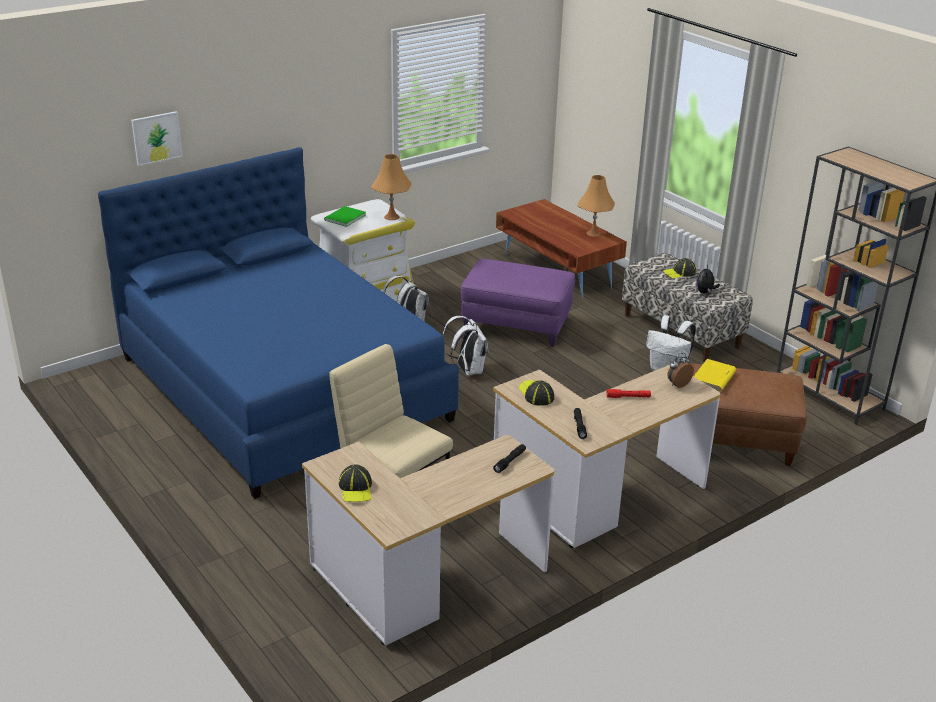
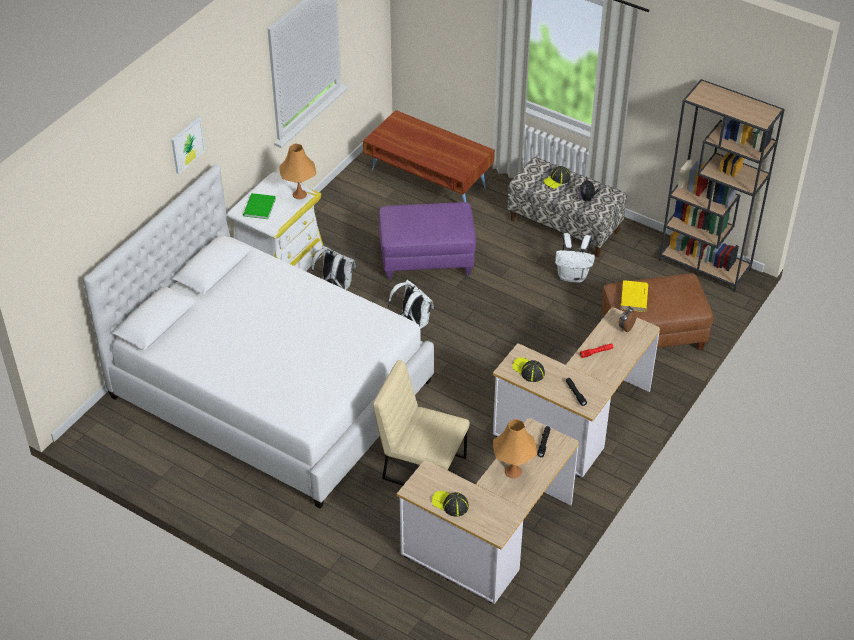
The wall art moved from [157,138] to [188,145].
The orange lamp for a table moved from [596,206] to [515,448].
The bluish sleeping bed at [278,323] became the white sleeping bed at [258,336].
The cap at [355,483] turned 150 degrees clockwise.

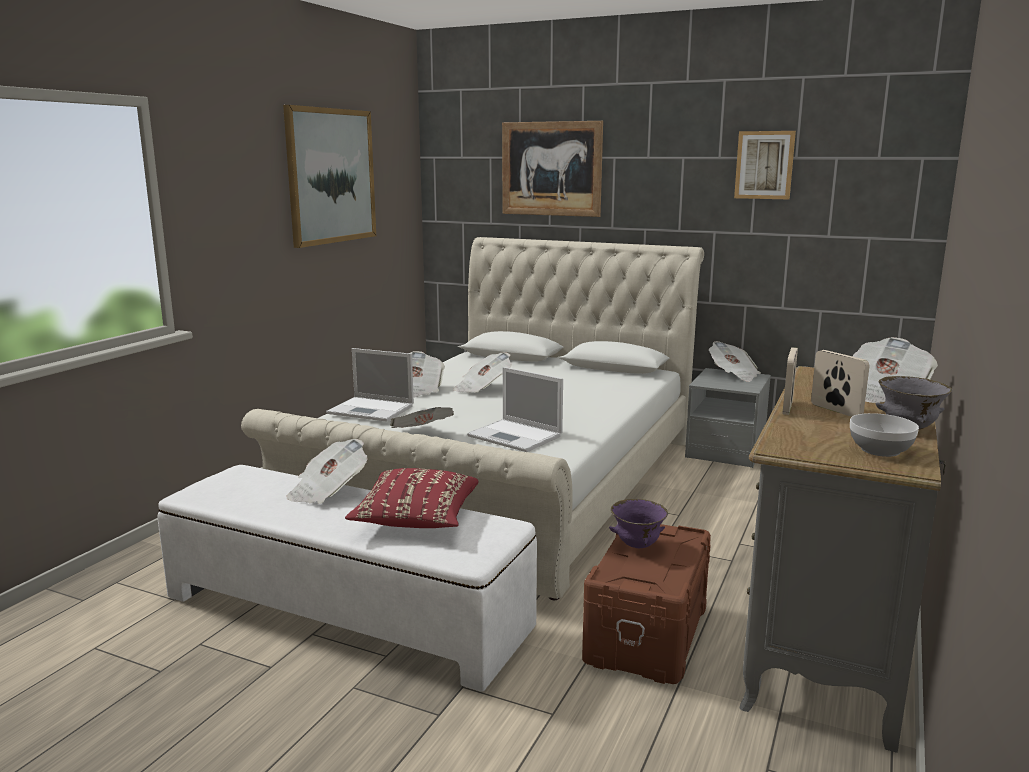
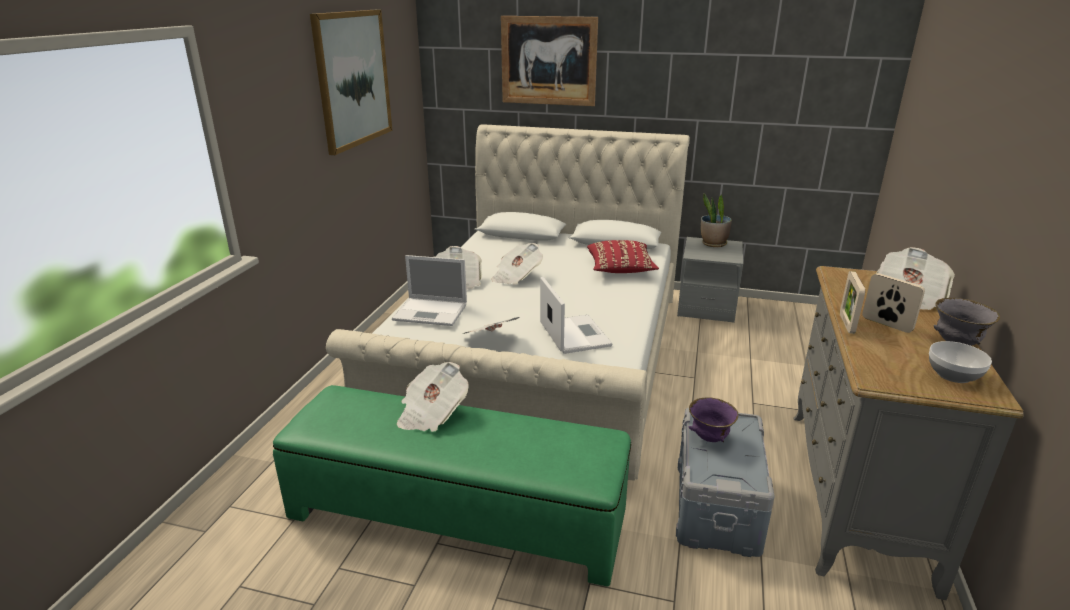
The wall art at [765,165] disappeared.
The reddish pillow moved from [412,498] to [623,256].
The newspaper at [735,361] was replaced by the plant in a pot at [716,220].
The white bench at [347,578] became the green-coloured bench at [452,486].
The brown storage container at [646,604] became the gray storage container at [725,482].
The laptop at [515,409] turned 135 degrees counterclockwise.

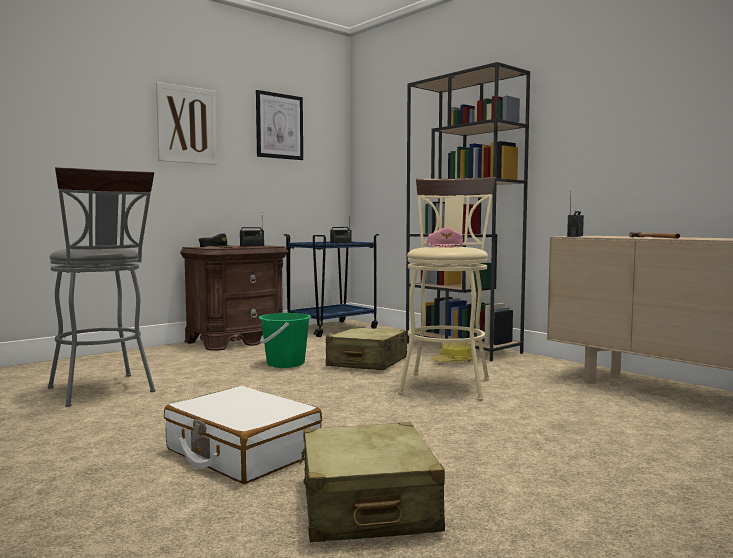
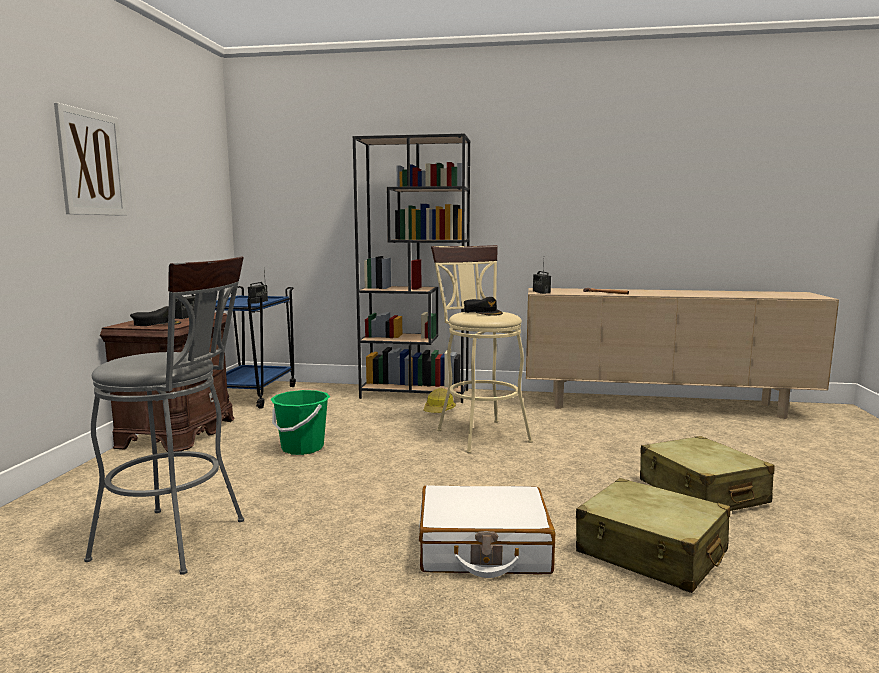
The wall art at [279,125] disappeared.
The sand-coloured travel case moved from [366,348] to [707,473].
The pink-coloured cap at [445,238] became the black-coloured cap at [483,306].

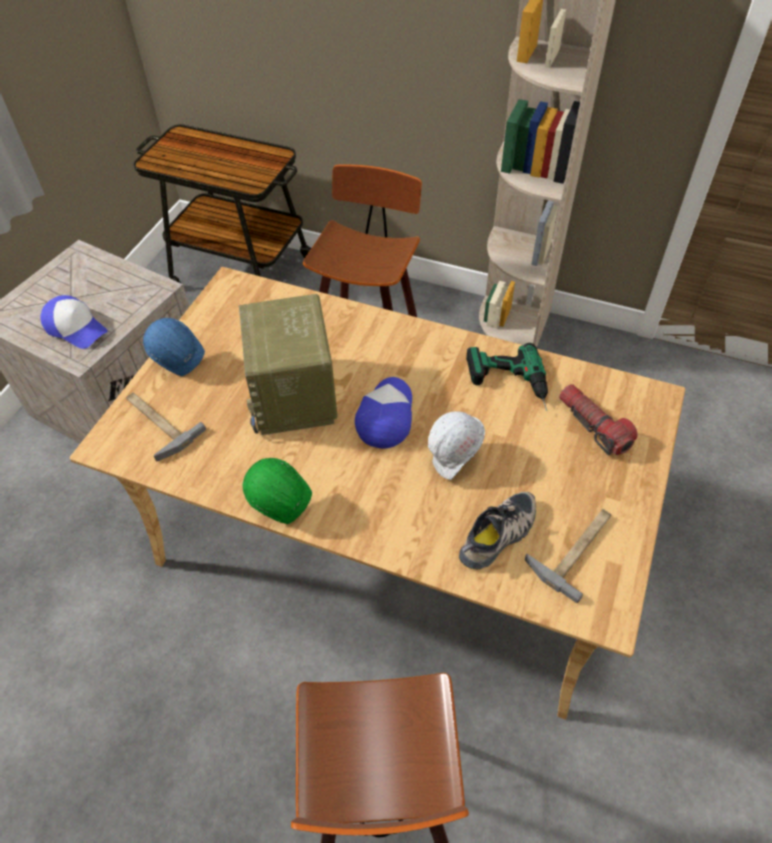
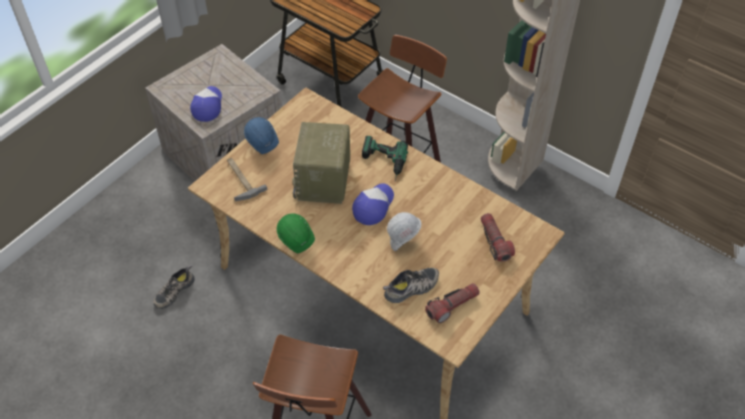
The shoe at [173,287] appeared.
The drill moved from [507,377] to [385,158].
The tool hammer at [568,556] was replaced by the torch at [452,303].
The cap at [74,322] turned 135 degrees counterclockwise.

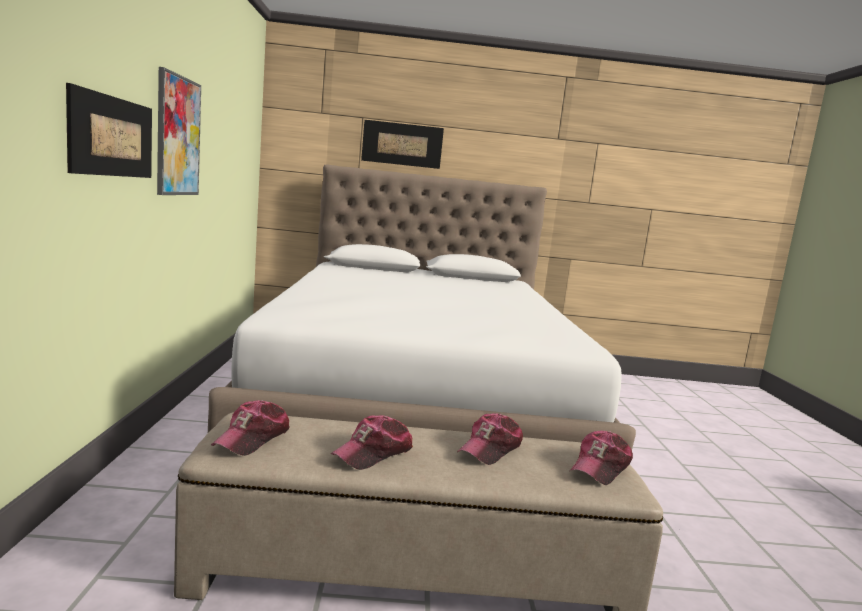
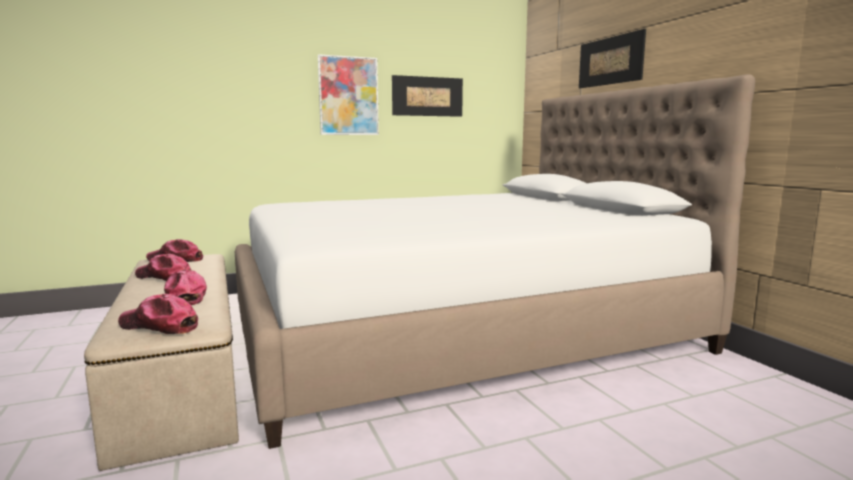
The wall art moved from [109,130] to [427,96].
The cap at [490,439] turned 45 degrees clockwise.

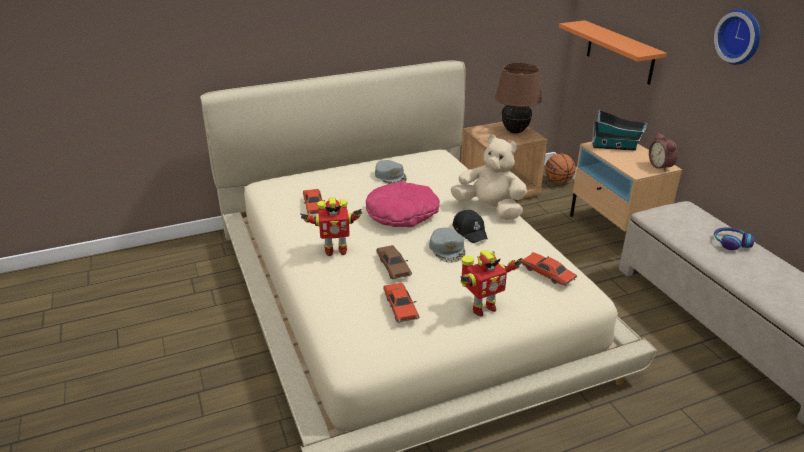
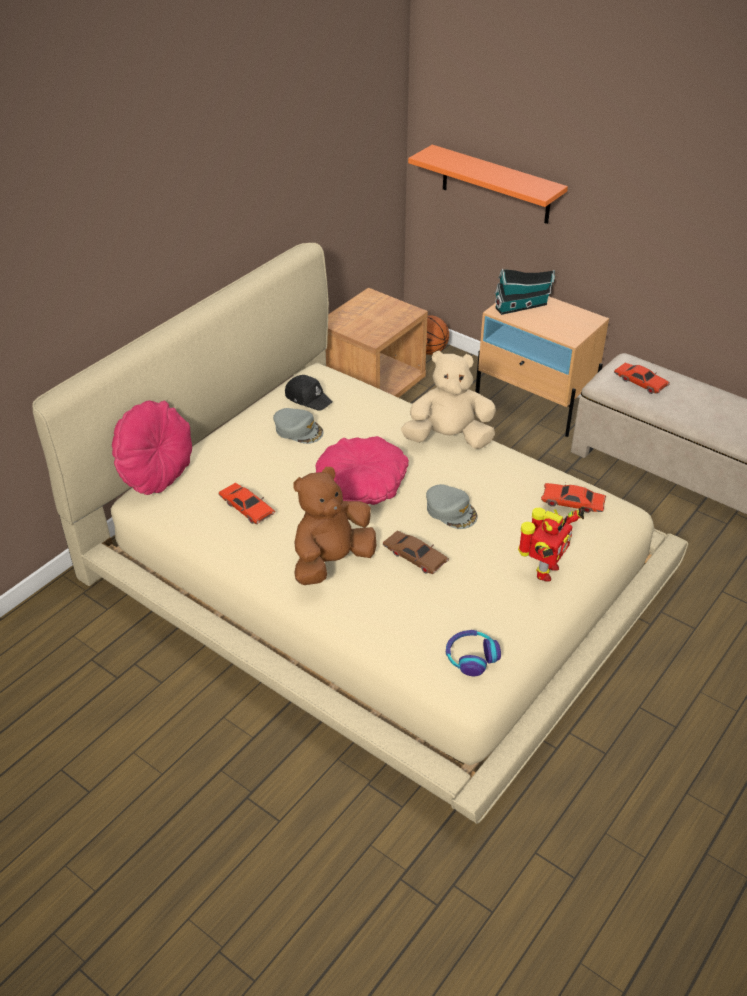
The brown lamp for a table at [518,98] disappeared.
The bedside clock at [663,152] disappeared.
The wall clock at [737,37] disappeared.
The pink-coloured pillow at [152,448] appeared.
The reddish toy car moved from [401,303] to [642,378].
The black-coloured cap moved from [470,226] to [309,393].
The headphones moved from [734,238] to [473,653].
The robot figure at [331,226] was replaced by the brown soft toy at [335,526].

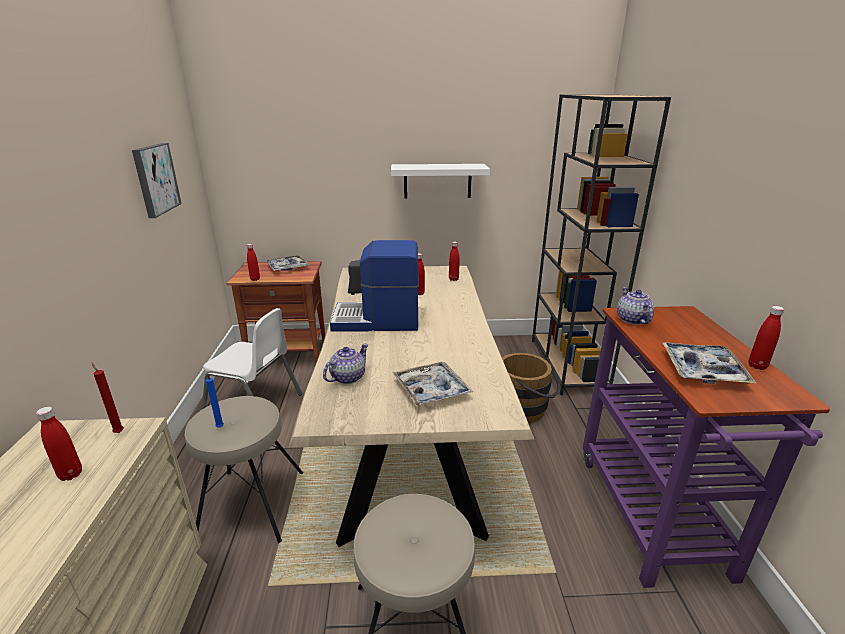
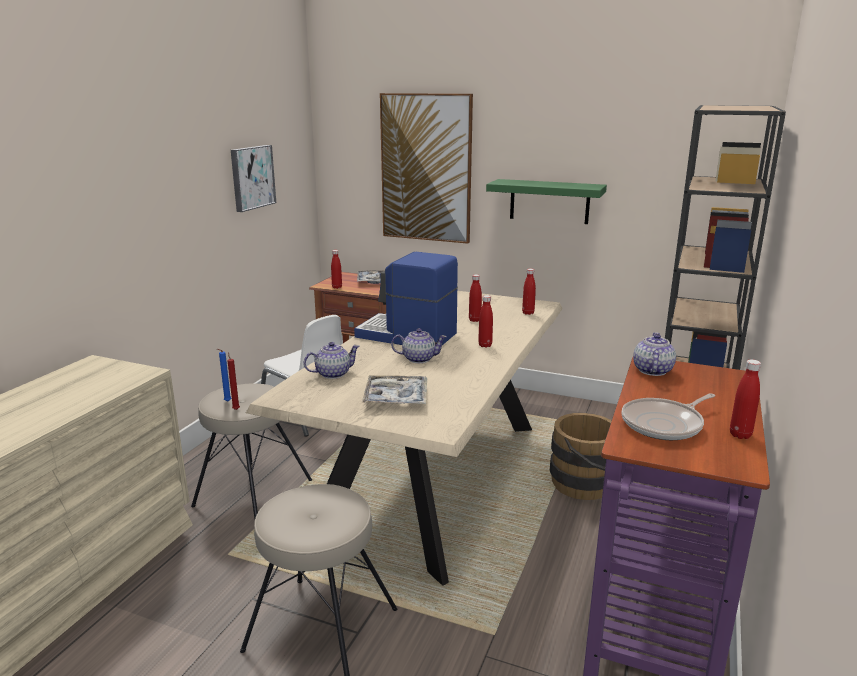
The wall art at [426,168] appeared.
The pot for tea at [419,345] appeared.
The reddish bottle moved from [59,444] to [485,321].
The reddish candle moved from [107,397] to [234,381].
The tray at [709,363] was replaced by the skillet at [668,416].
The white bracket shelf at [440,181] became the green-coloured bracket shelf at [546,201].

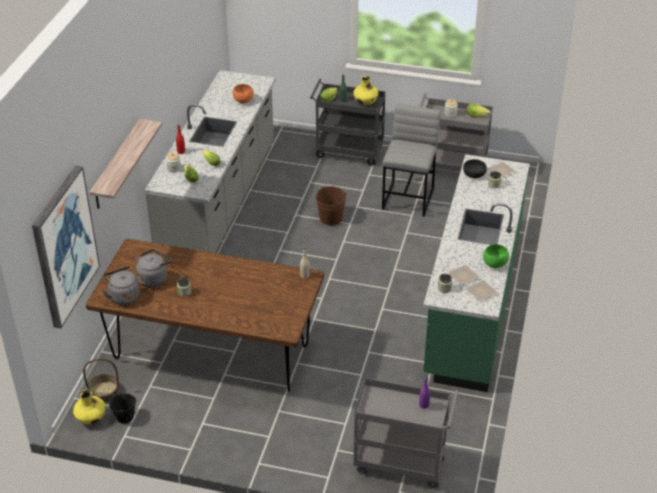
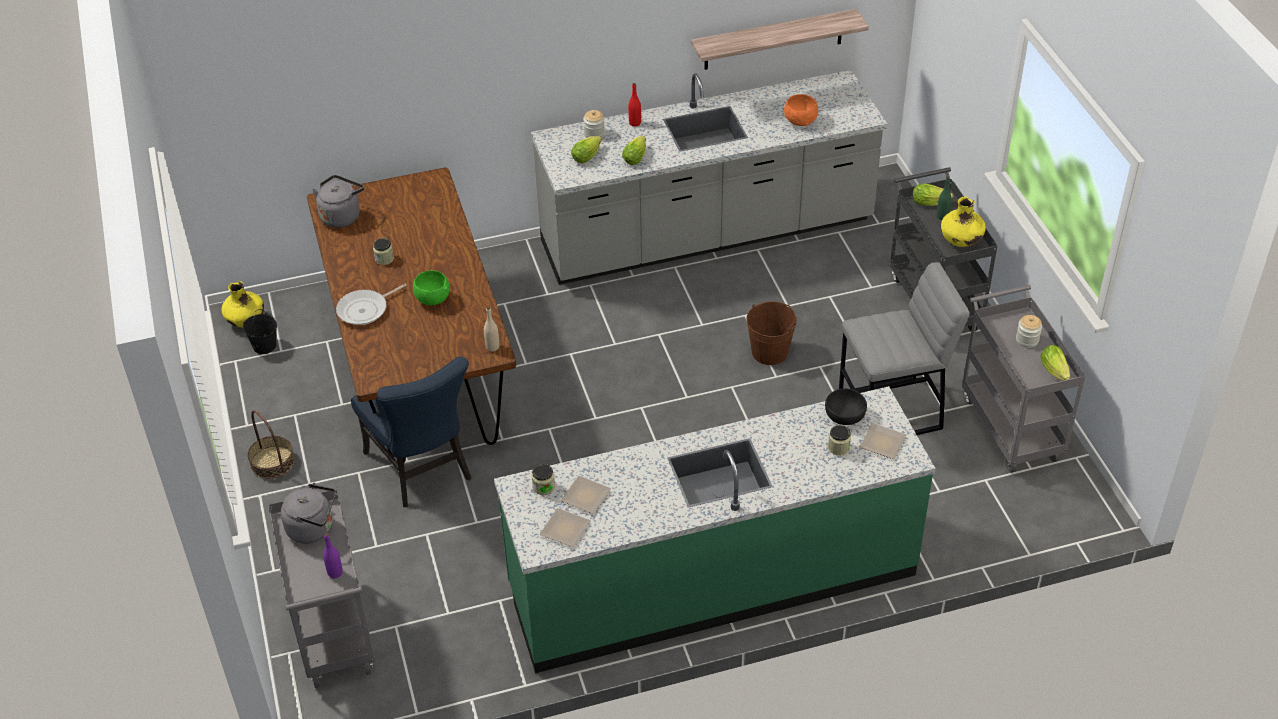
The wall art at [66,247] disappeared.
The skillet at [371,304] appeared.
The bluish plain chair at [411,431] appeared.
The basket moved from [101,380] to [271,444].
The bracket shelf moved from [125,164] to [780,39].
The gray tea kettle moved from [153,268] to [308,513].
The green-coloured bowl moved from [496,256] to [431,288].

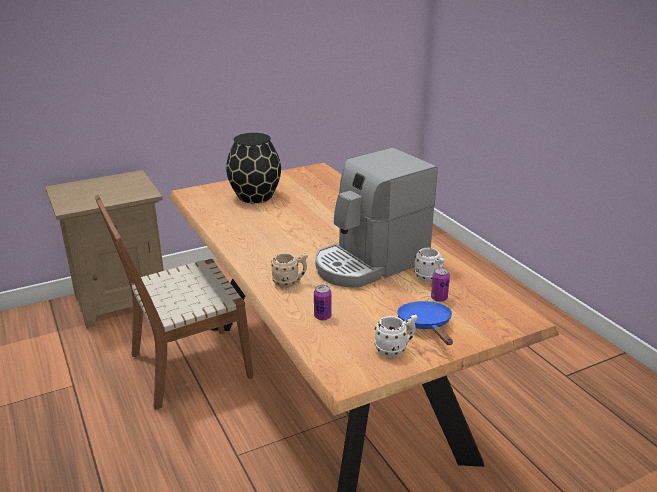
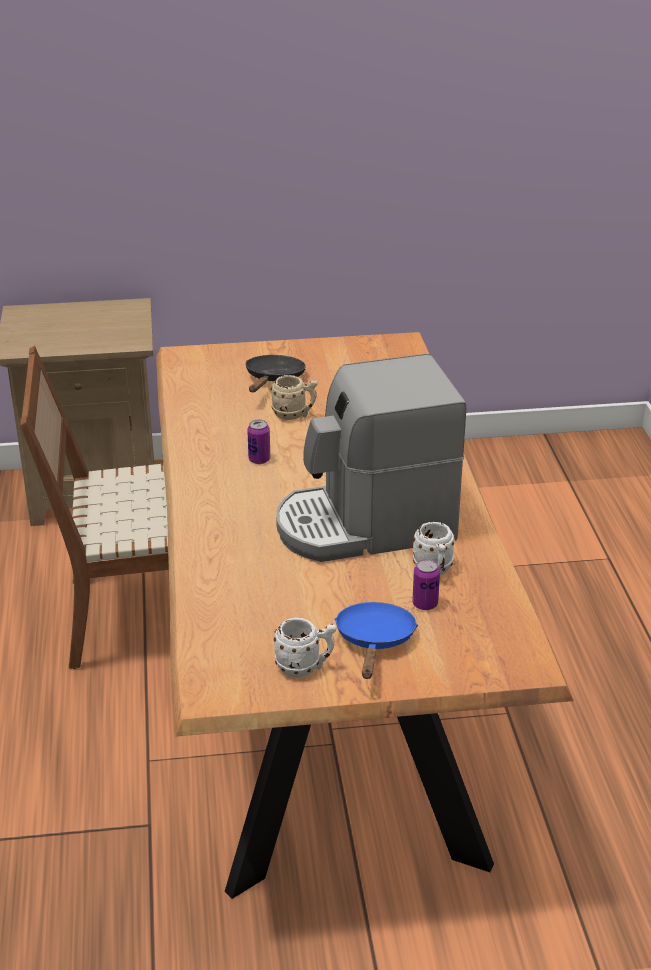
The sand-coloured tea mug moved from [289,270] to [294,397].
The sealed can moved from [323,302] to [258,442].
The black-coloured flower vase at [253,168] was replaced by the black-coloured skillet at [275,373].

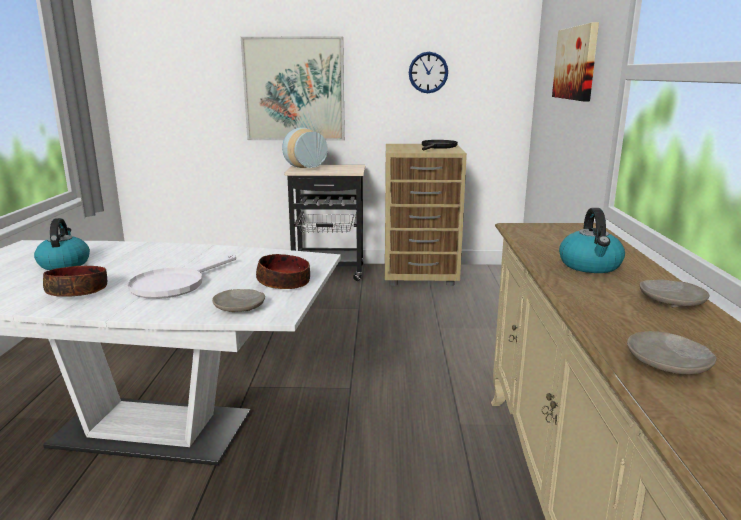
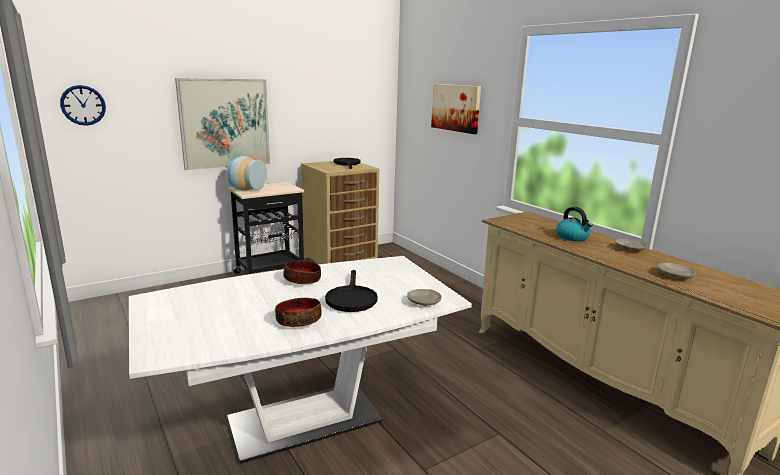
The tea kettle at [62,244] disappeared.
The bowl moved from [283,271] to [302,272].
The wall clock moved from [428,72] to [83,105].
The white skillet at [182,277] became the black-coloured skillet at [351,291].

